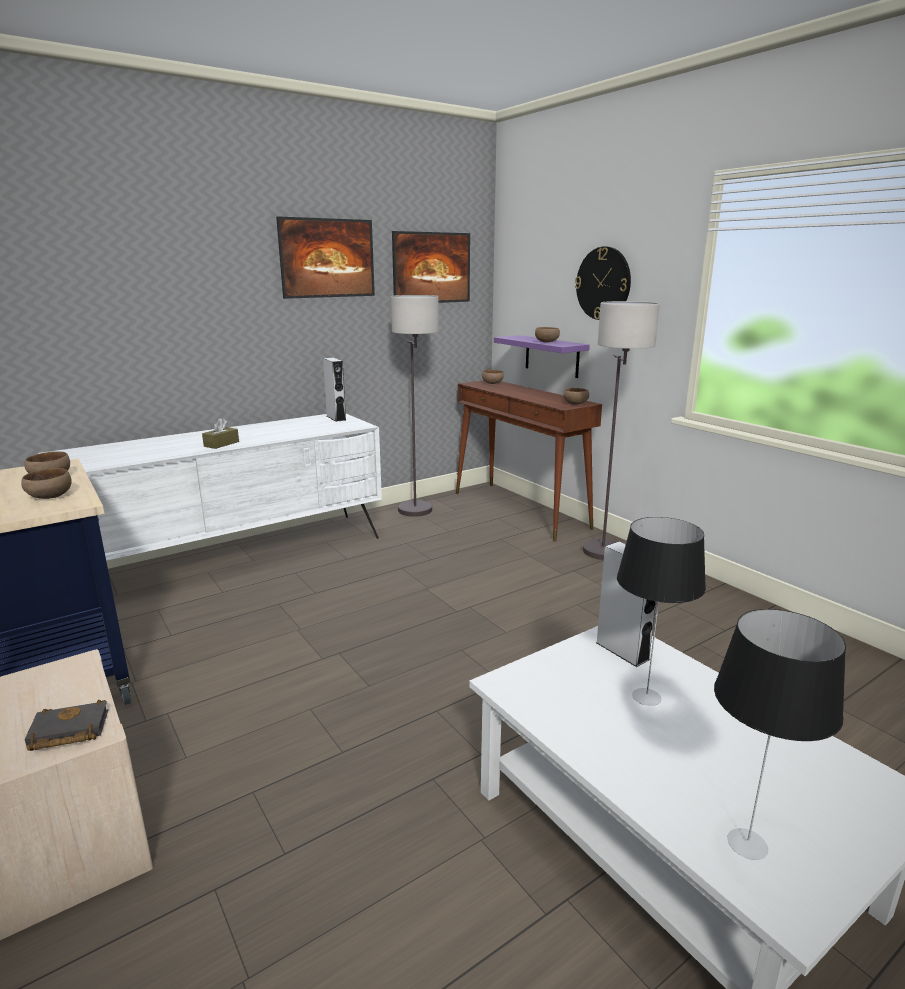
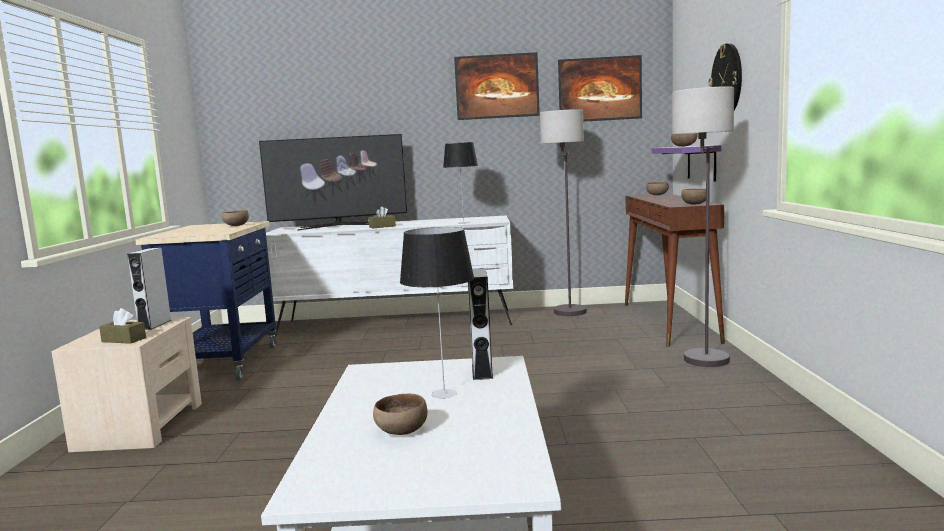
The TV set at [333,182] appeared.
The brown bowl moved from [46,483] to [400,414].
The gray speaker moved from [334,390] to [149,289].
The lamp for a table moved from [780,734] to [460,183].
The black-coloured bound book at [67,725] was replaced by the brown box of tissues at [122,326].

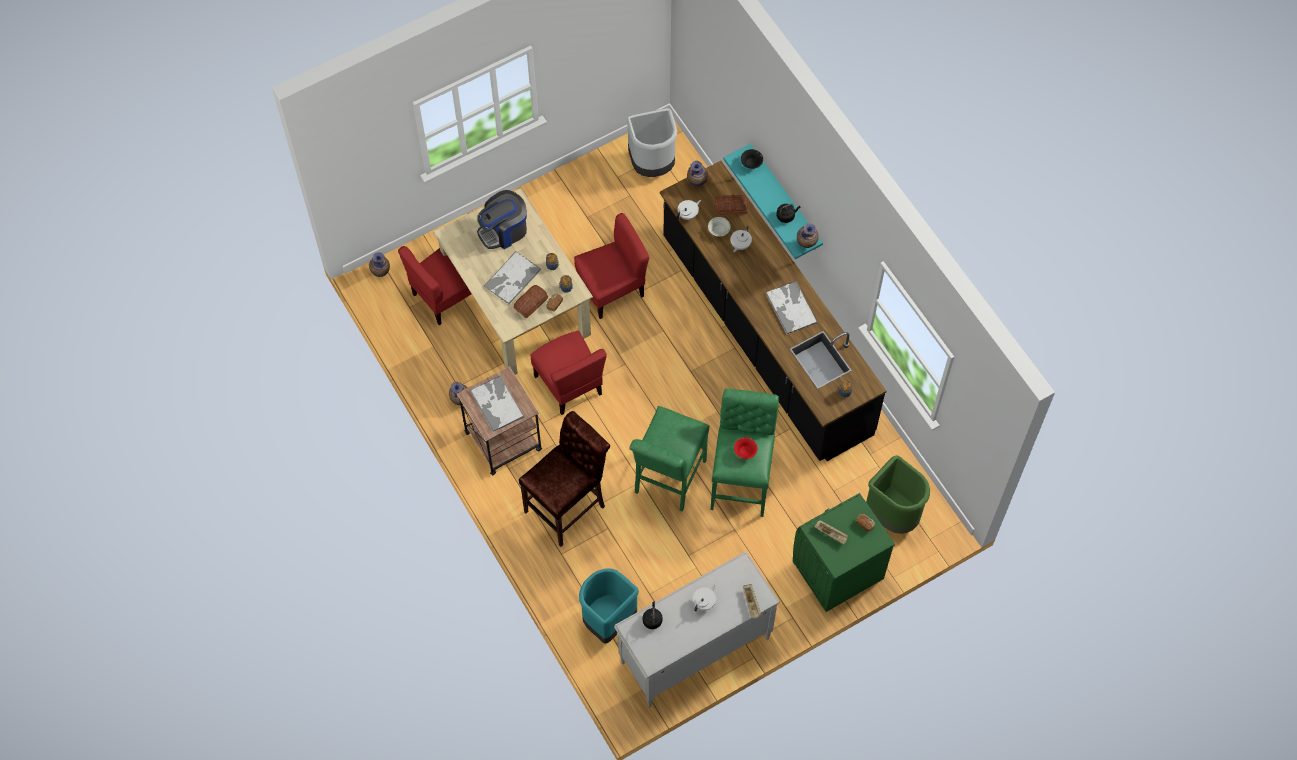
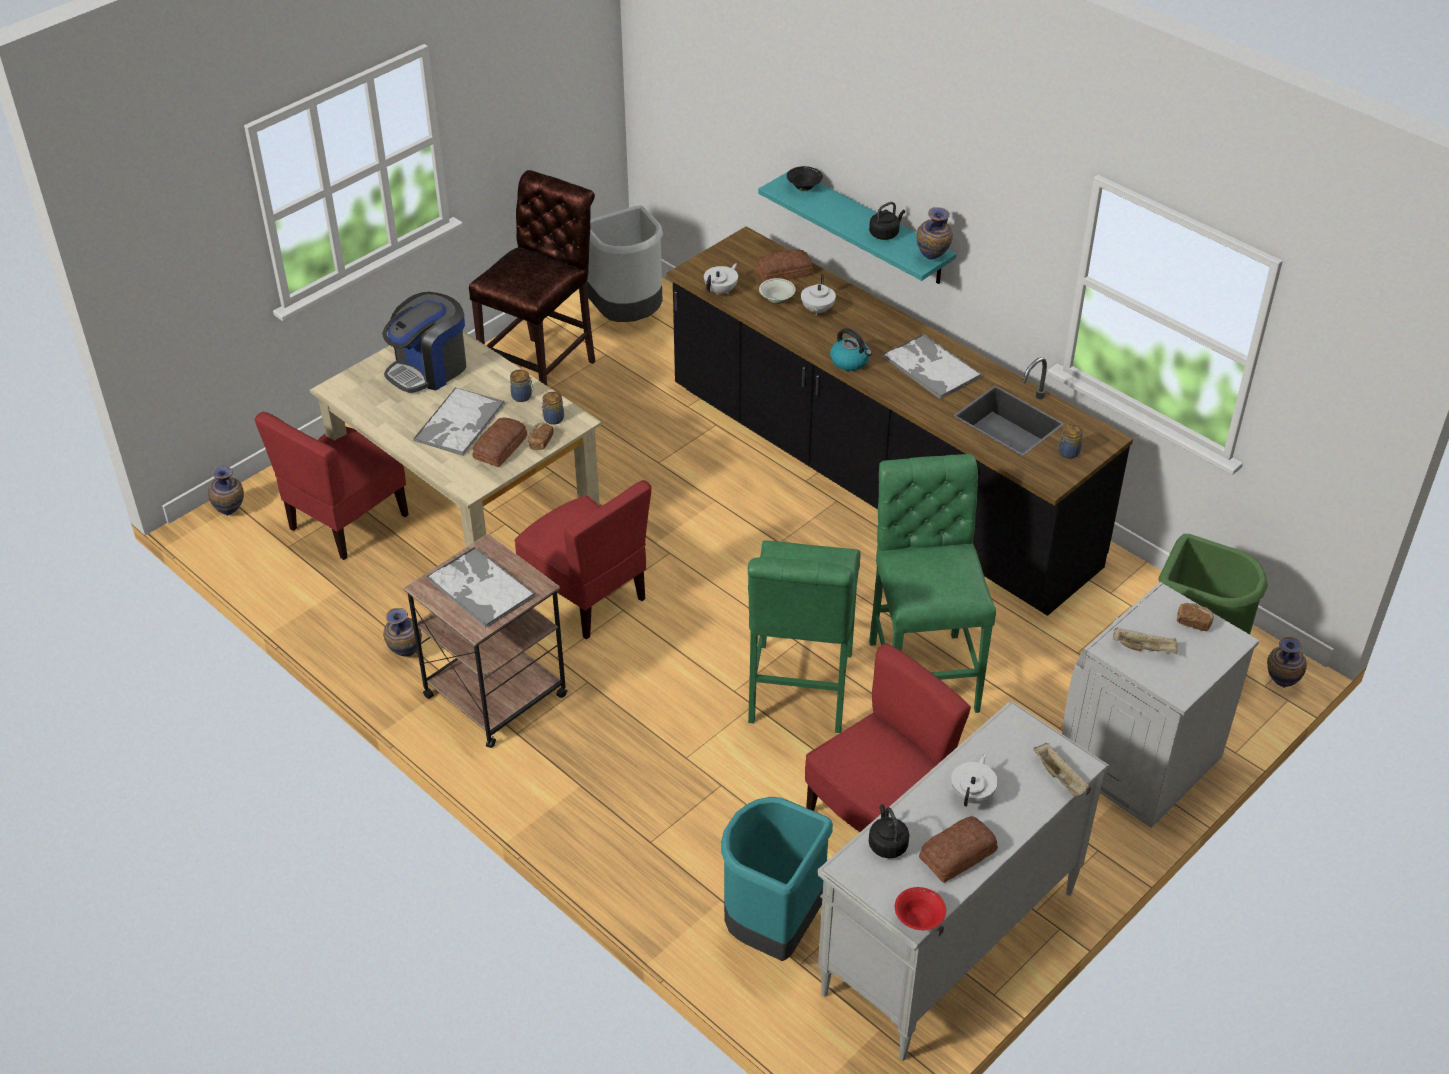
The tea kettle at [851,349] appeared.
The baked bread at [958,849] appeared.
The brown stool seat moved from [564,479] to [532,278].
The reddish plain chair moved from [611,266] to [888,737].
The flower vase moved from [697,174] to [1287,662].
The reddish bowl moved from [745,448] to [920,908].
The green-coloured washing machine at [844,552] became the white washing machine at [1160,705].

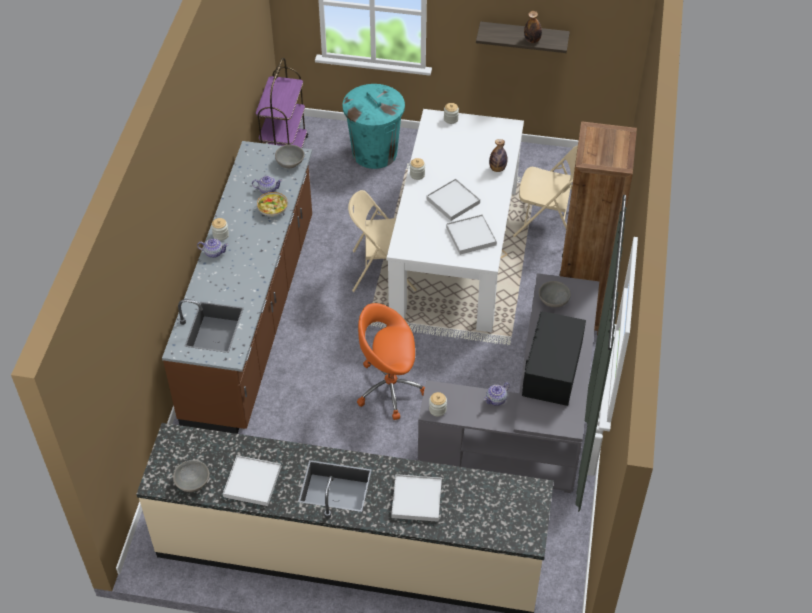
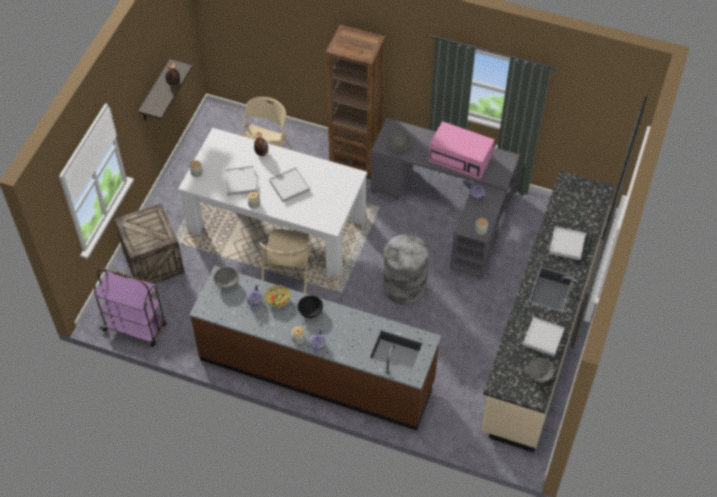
The black-coloured bowl at [310,306] appeared.
The white tray moved from [471,234] to [240,181].
The blue-green rubbish bin at [373,126] was replaced by the packing crate at [149,243].
The orange office chair at [391,361] was replaced by the gray rubbish bin at [406,269].
The black-coloured kitchen microwave at [554,358] became the pink-coloured kitchen microwave at [462,150].

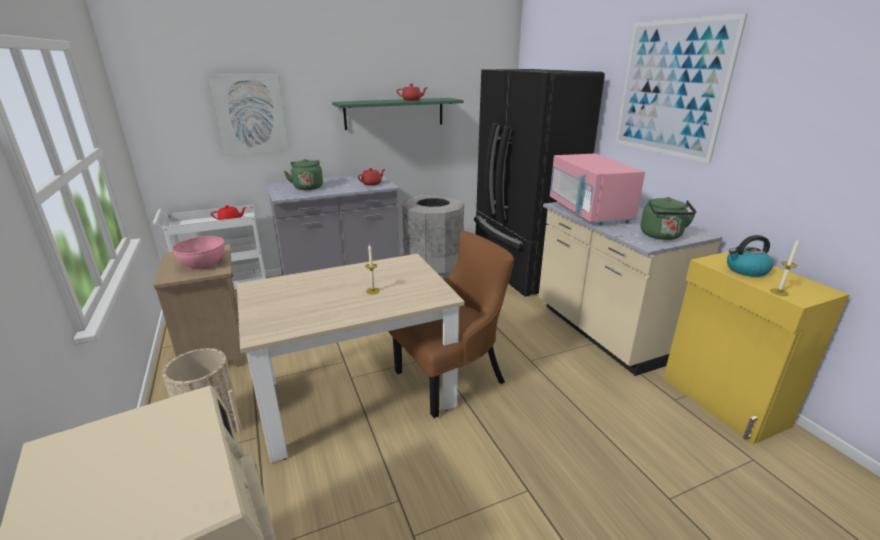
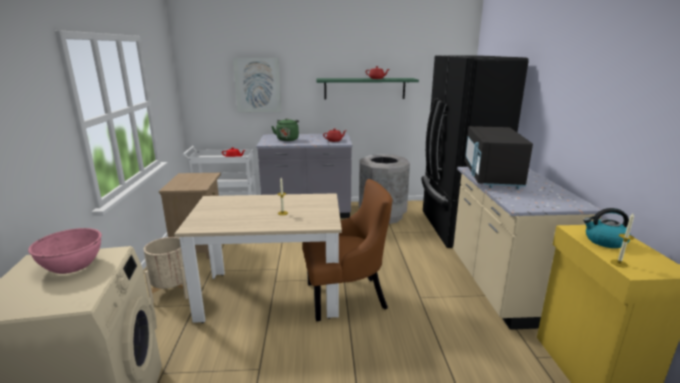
The wall art at [681,88] disappeared.
The green-coloured tea kettle at [668,218] disappeared.
The pink-coloured bowl moved from [198,252] to [65,251].
The pink-coloured kitchen microwave at [597,189] became the black-coloured kitchen microwave at [499,157].

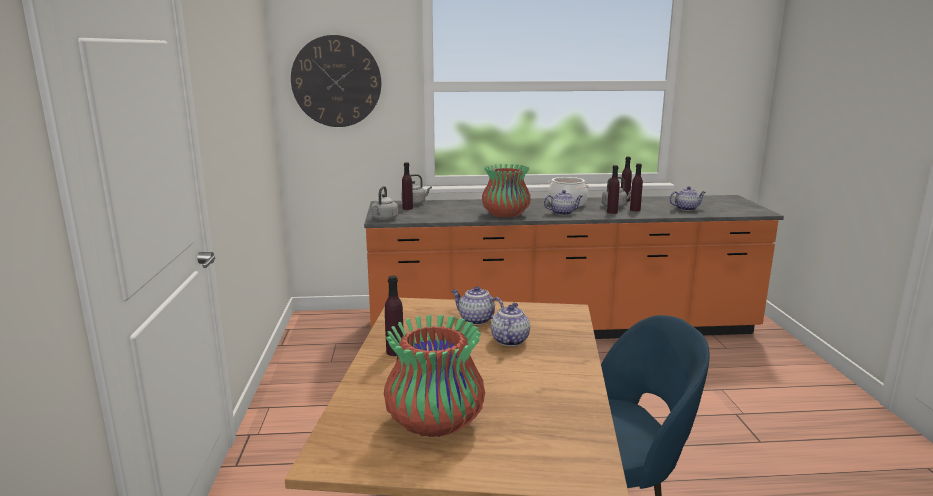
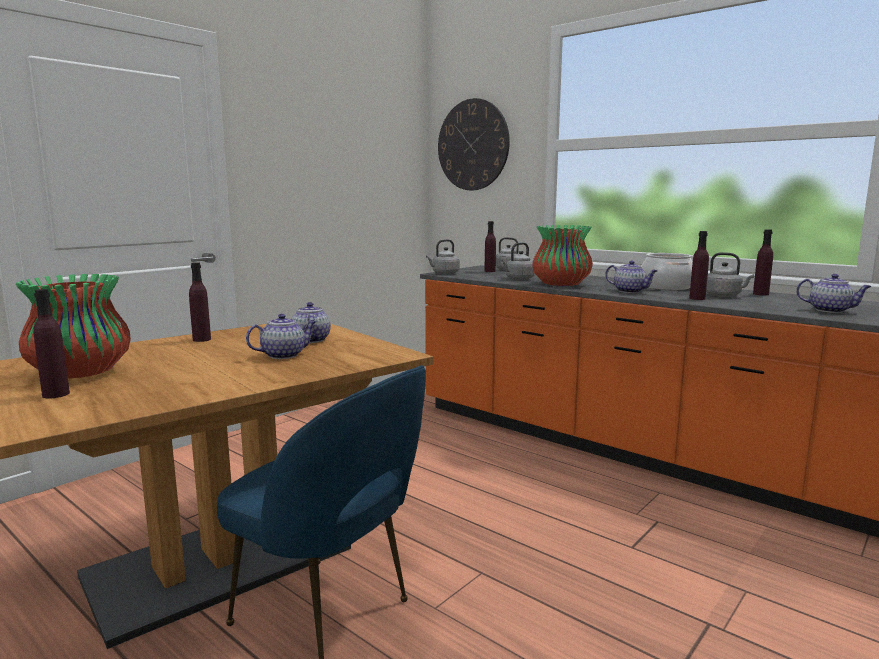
The gray tea kettle at [518,261] appeared.
The purple bottle moved from [636,187] to [51,344].

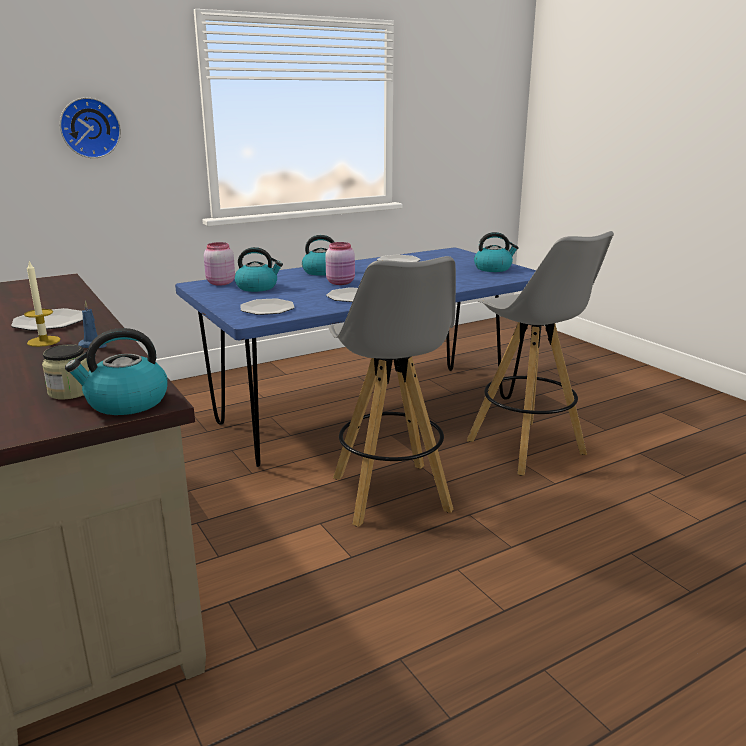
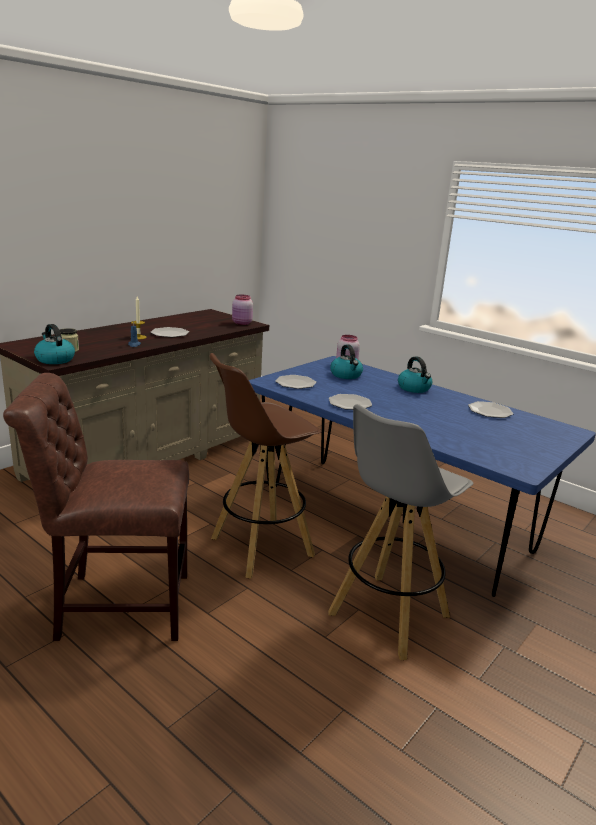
The wall clock at [90,127] disappeared.
The tea kettle at [496,252] disappeared.
The brown plain chair at [96,507] appeared.
The pink-coloured preserve jar moved from [340,263] to [242,310].
The gray stool seat at [392,391] became the brown stool seat at [265,466].

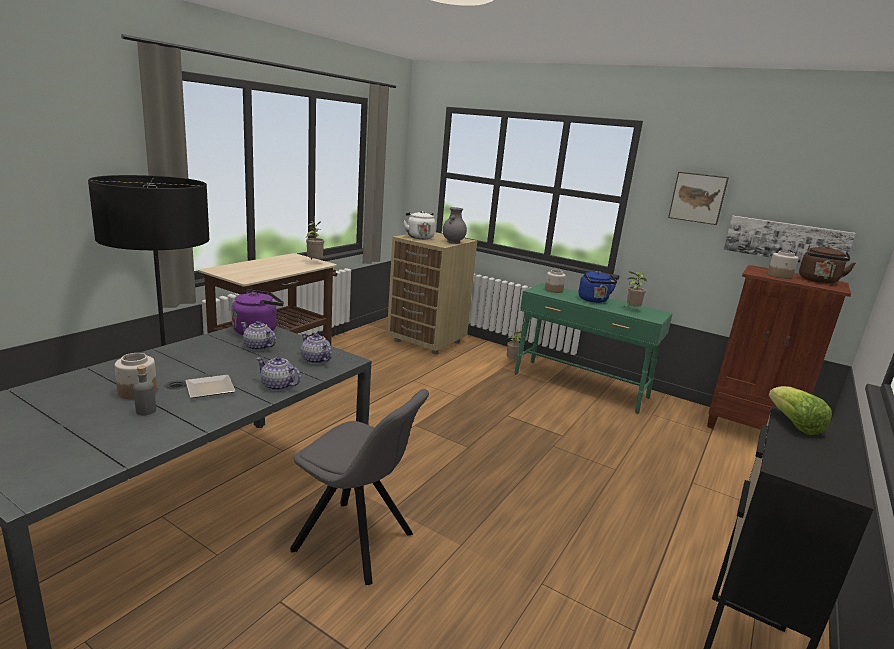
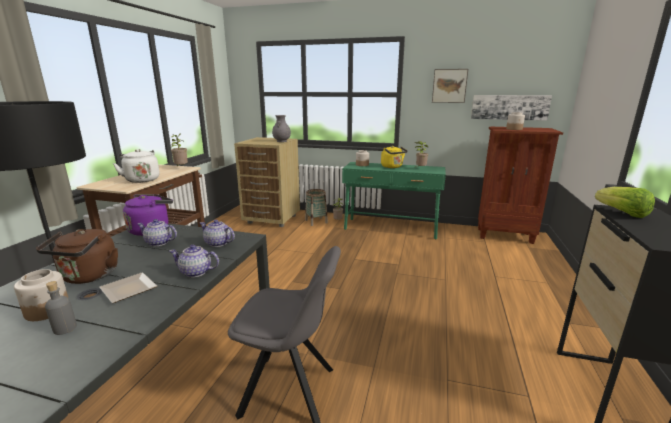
The basket at [316,207] appeared.
The white tea kettle moved from [419,225] to [136,166].
The brown tea kettle moved from [827,265] to [77,256].
The bluish tea kettle at [598,287] became the yellowish tea kettle at [394,157].

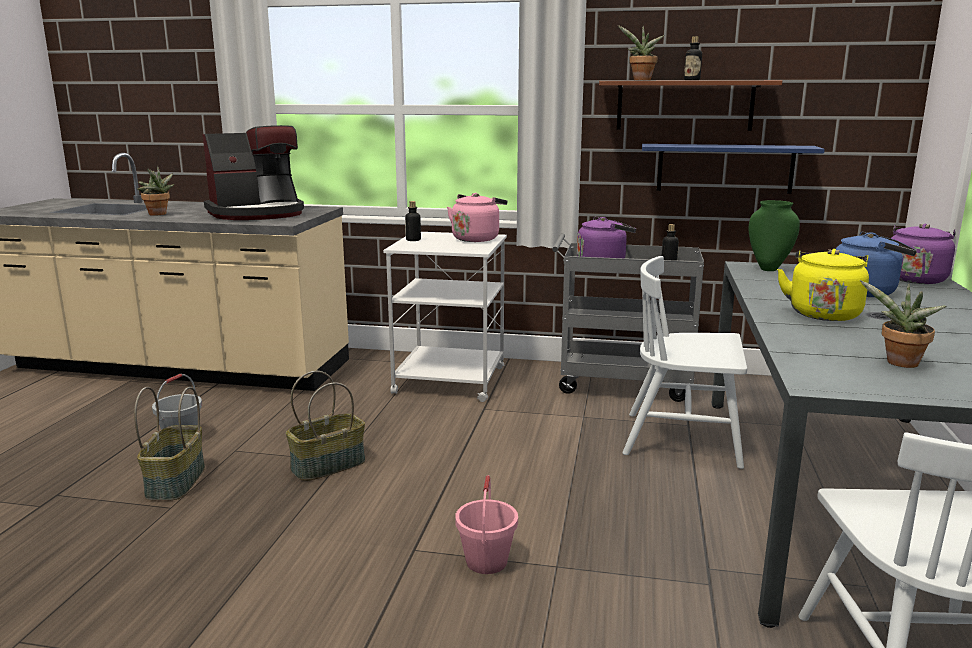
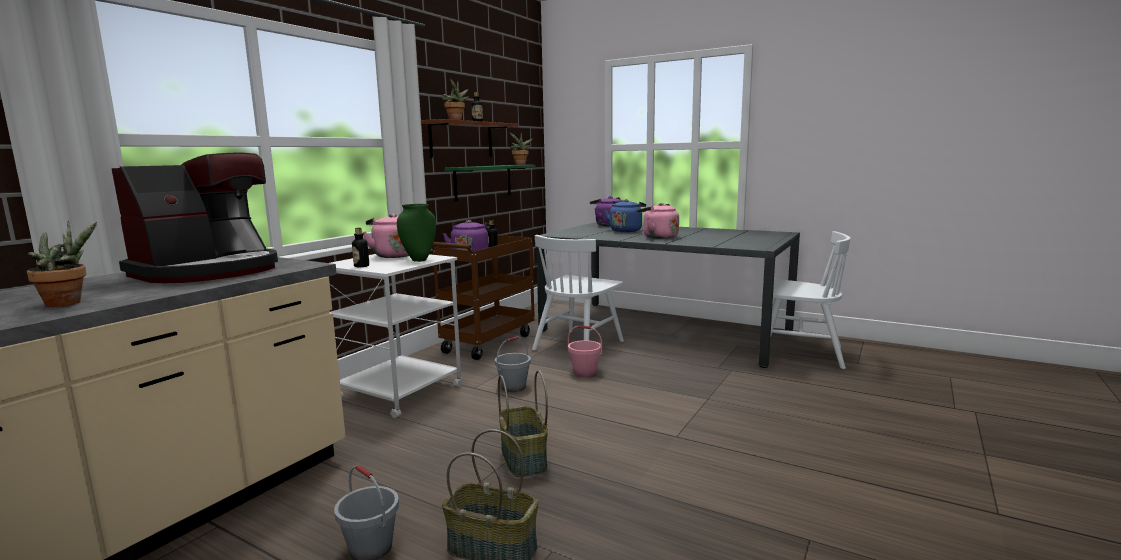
The gray bucket at [513,364] appeared.
The pink-coloured bucket moved from [486,524] to [585,351].
The green-coloured flower vase moved from [774,235] to [416,233].
The plant in a pot moved from [903,324] to [521,149].
The gray cart at [628,317] became the brown cart at [483,297].
The bluish bracket shelf at [733,169] became the green-coloured bracket shelf at [490,183].
The yellowish tea kettle at [823,285] became the pink-coloured tea kettle at [658,221].
The coffee machine at [253,172] turned 45 degrees clockwise.

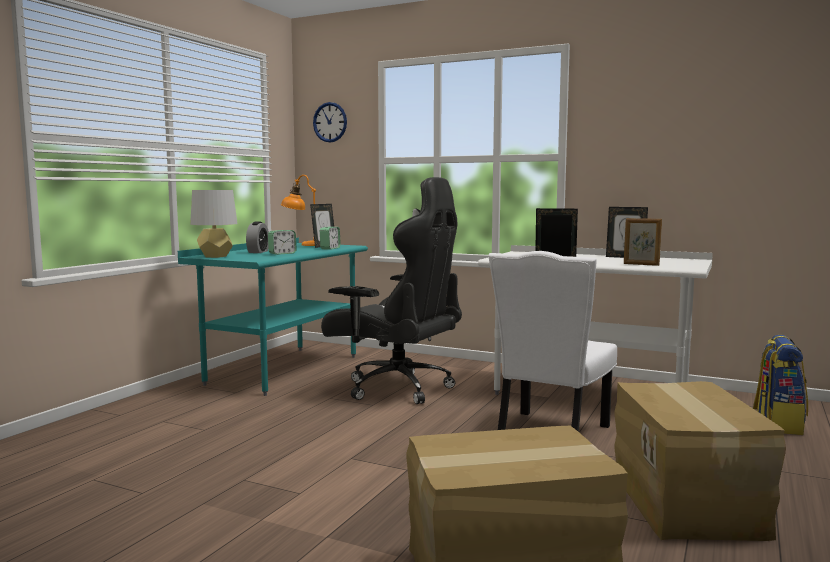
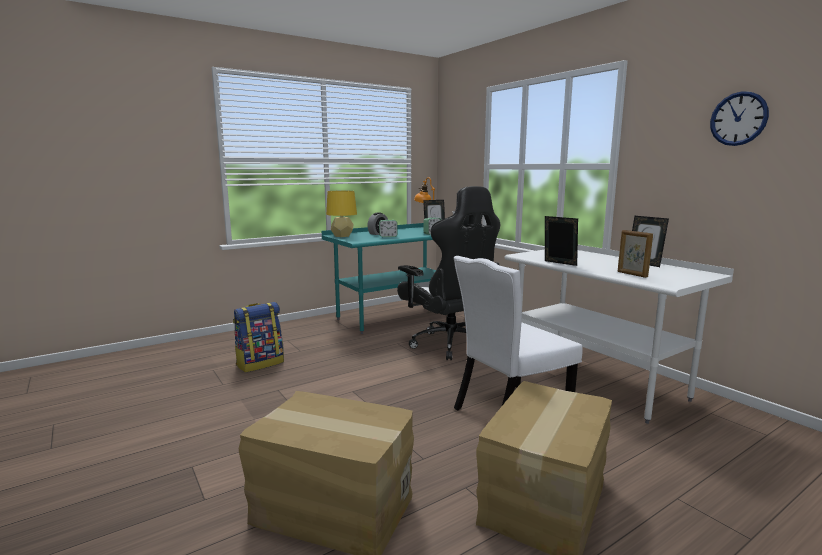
The wall clock moved from [330,122] to [739,118].
The backpack moved from [780,385] to [258,337].
The gray lamp for a table at [213,224] became the yellowish lamp for a table at [341,214].

